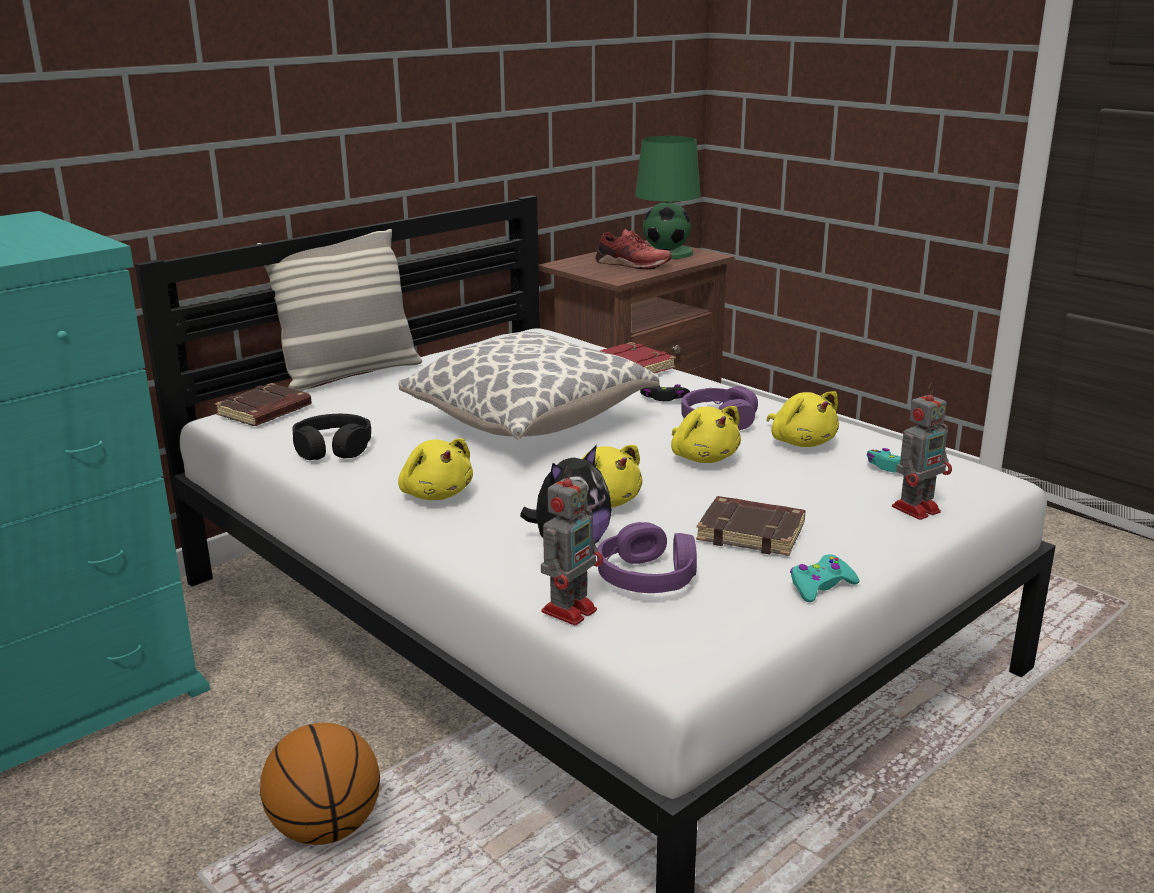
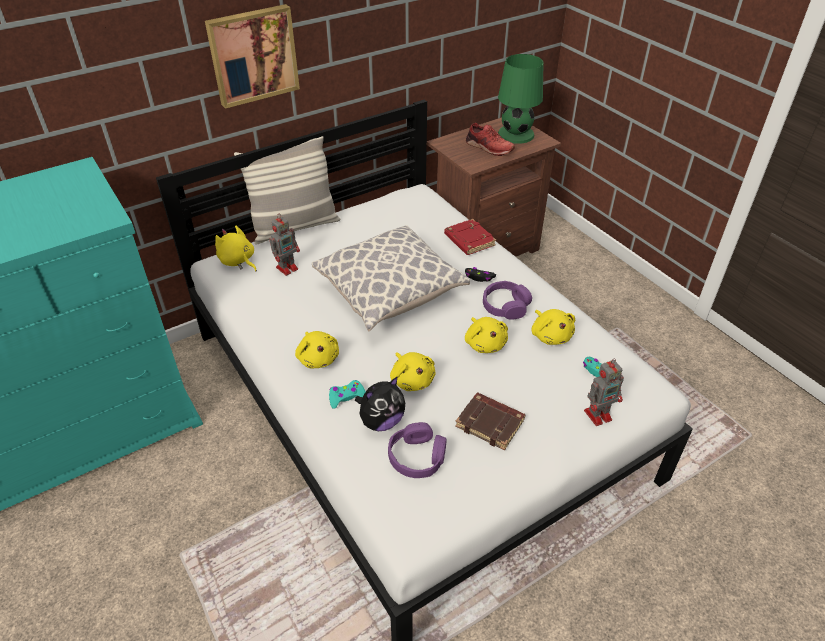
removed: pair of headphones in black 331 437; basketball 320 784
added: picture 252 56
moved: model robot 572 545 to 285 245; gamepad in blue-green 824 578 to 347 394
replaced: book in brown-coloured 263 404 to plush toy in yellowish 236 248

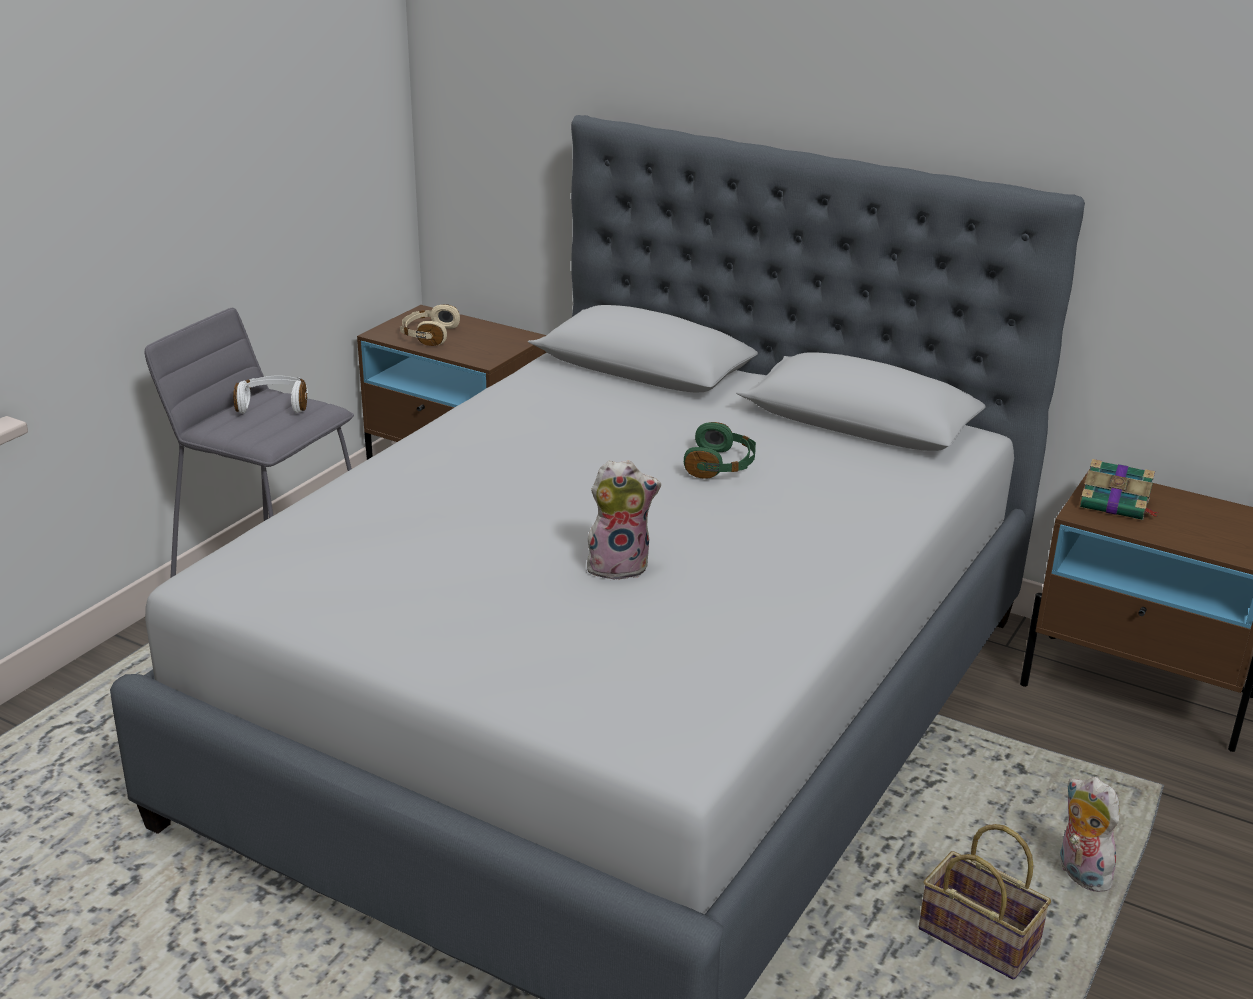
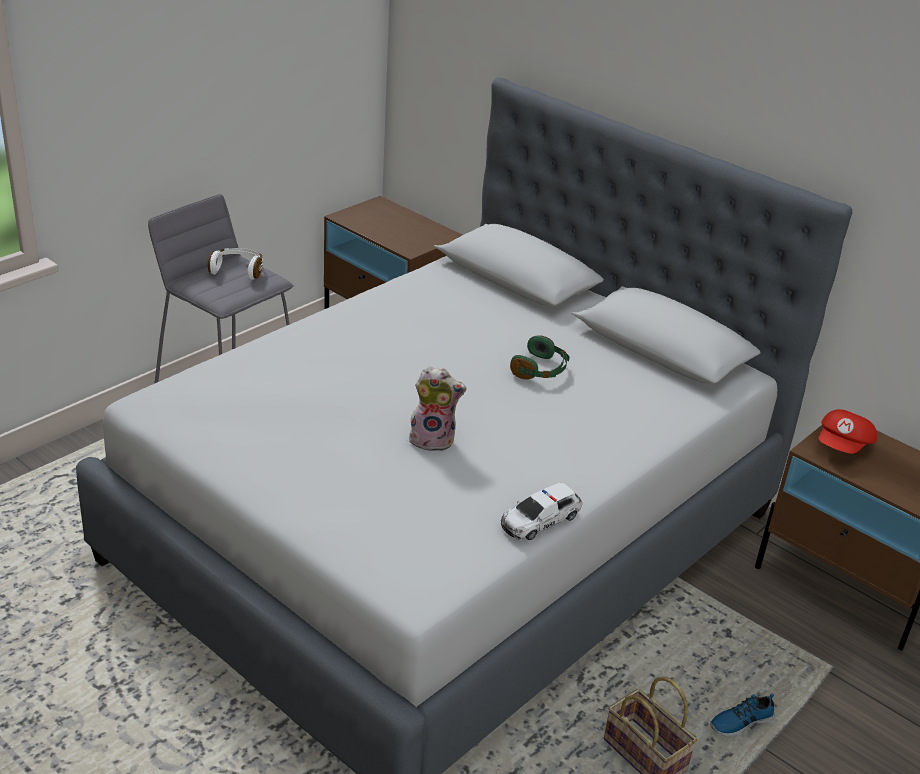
removed: pair of headphones in beige-coloured 430 325
added: miniature car 541 511
replaced: book 1119 489 to baseball cap in red-coloured 848 431; plush toy 1090 834 to item of footwear 742 714

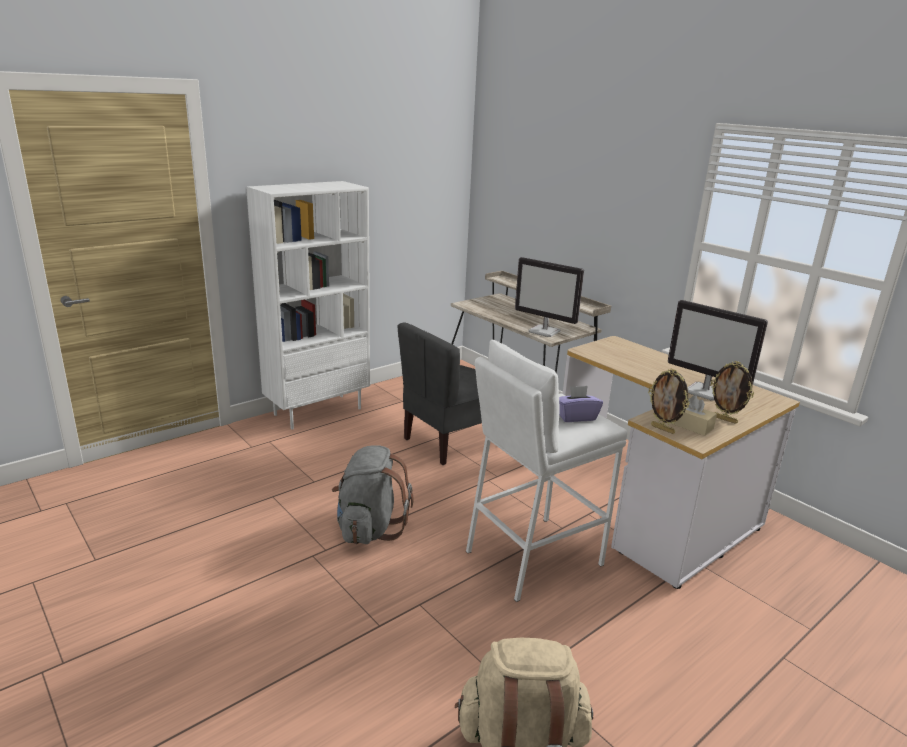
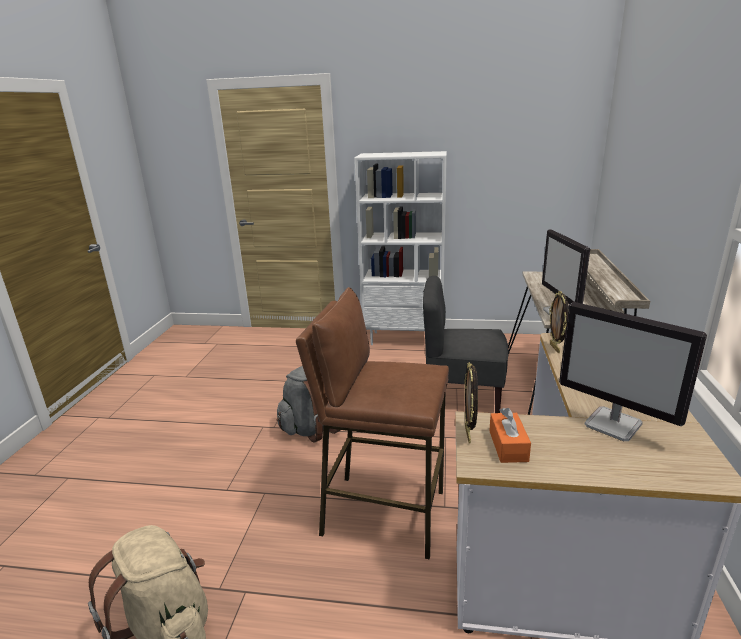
removed: box of tissues in purple-coloured 581 404
moved: picture frame 732 392 to 559 322
recoloured: stool seat in whitish 546 471 to stool seat in brown-coloured 372 423; box of tissues in beige-coloured 694 415 to box of tissues in orangey 510 435
turned: computer display 718 350 = 633 371 45 degrees counterclockwise

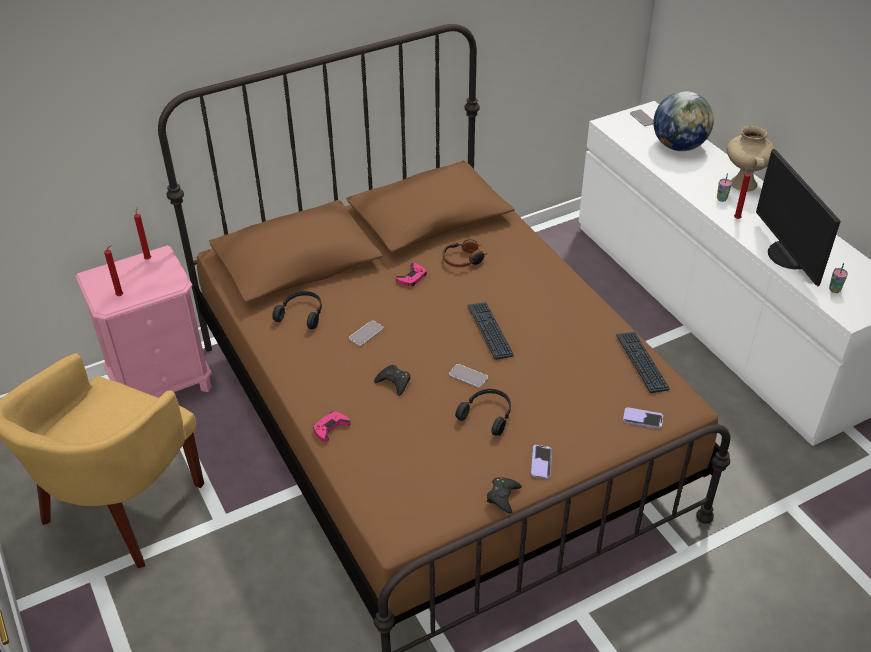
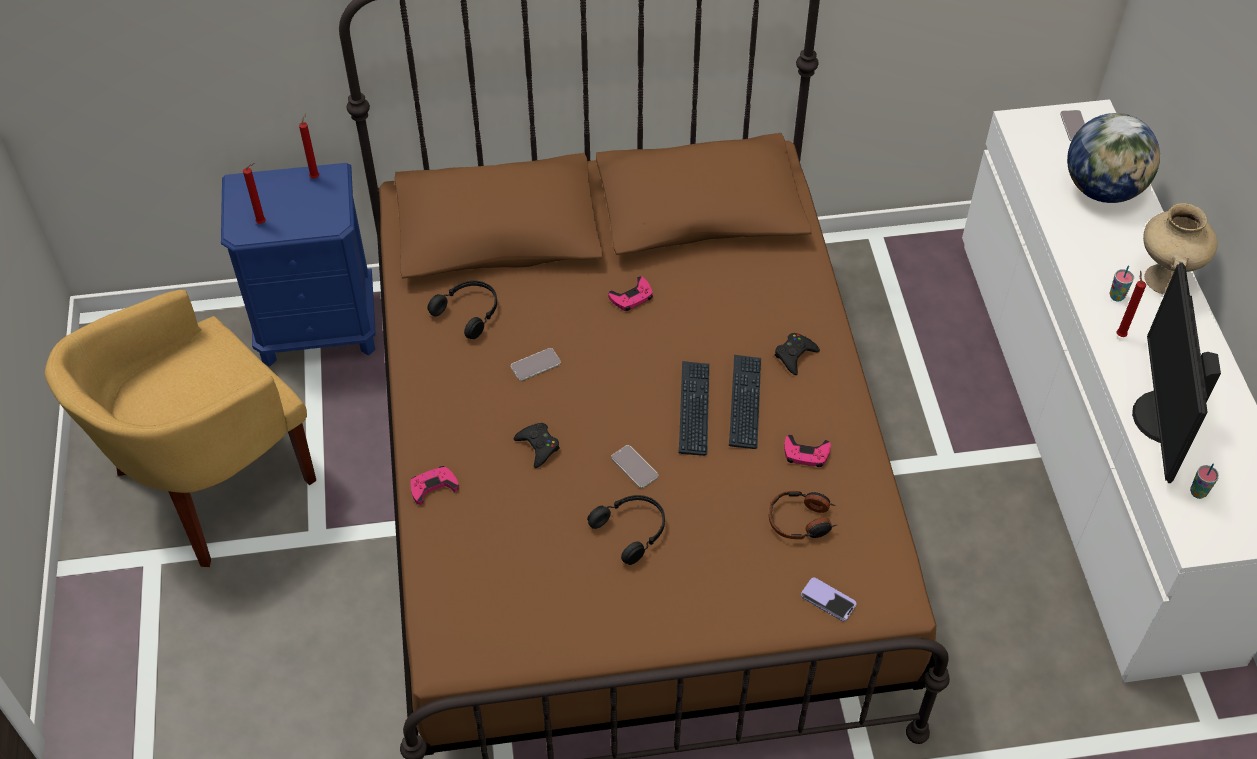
removed: telephone 541 462
added: gamepad in pinkish 807 451
moved: pair of headphones 465 253 to 802 515; keyboard 643 362 to 745 402; gamepad in black 504 495 to 797 354
recoloured: night table in pinkish 143 321 to night table in blue 298 265

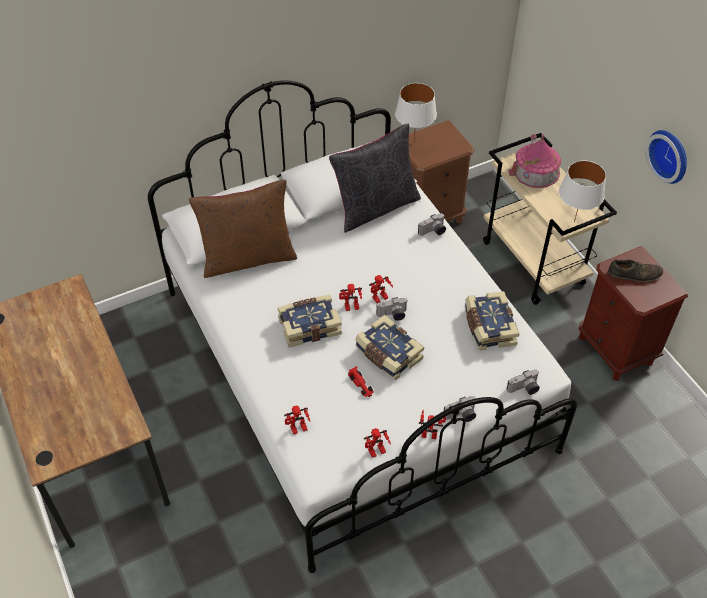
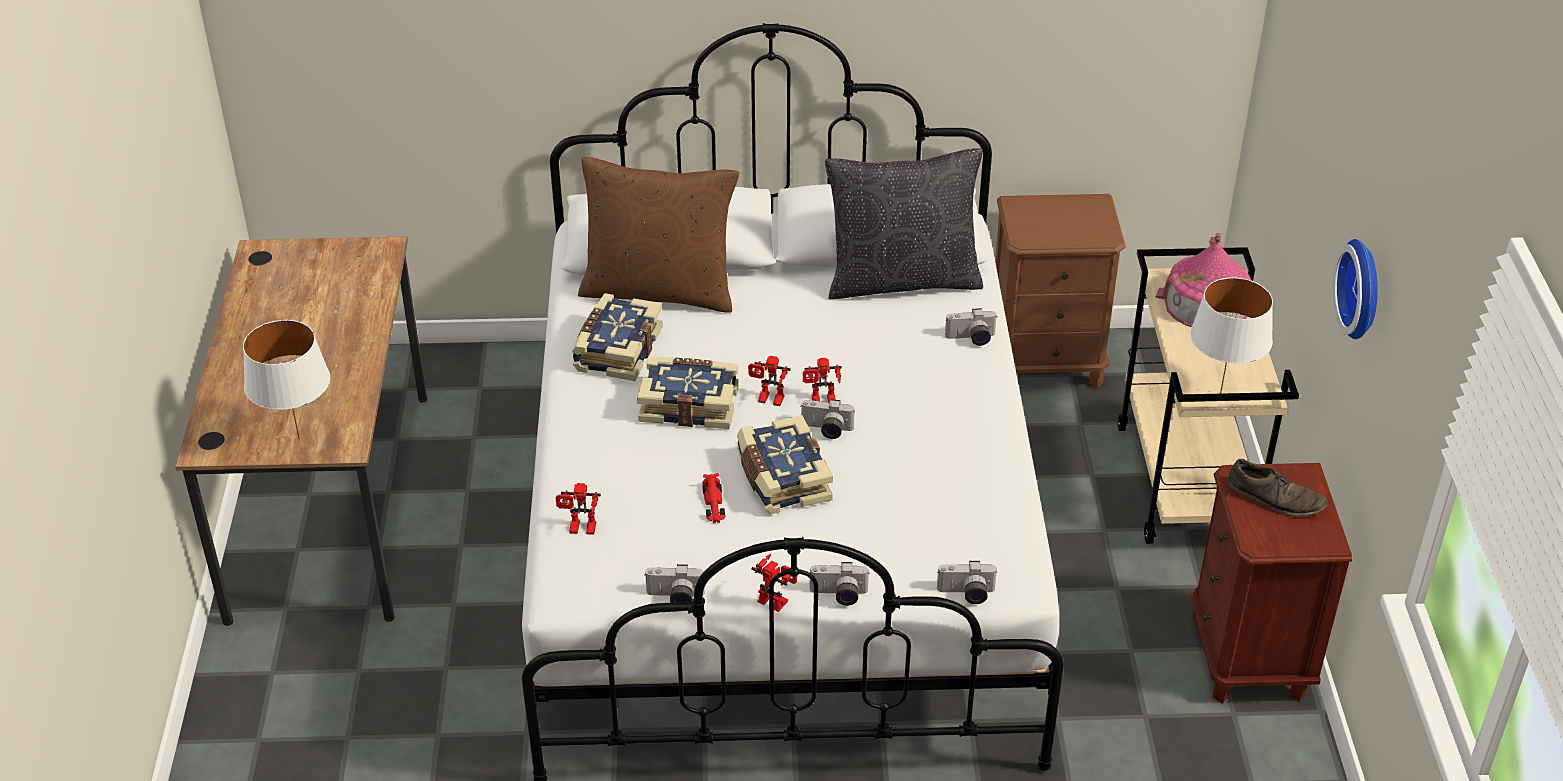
moved: tabletop lamp in whitish 416 112 to 286 379; book 492 321 to 617 337
replaced: model robot 377 443 to photo camera 674 583

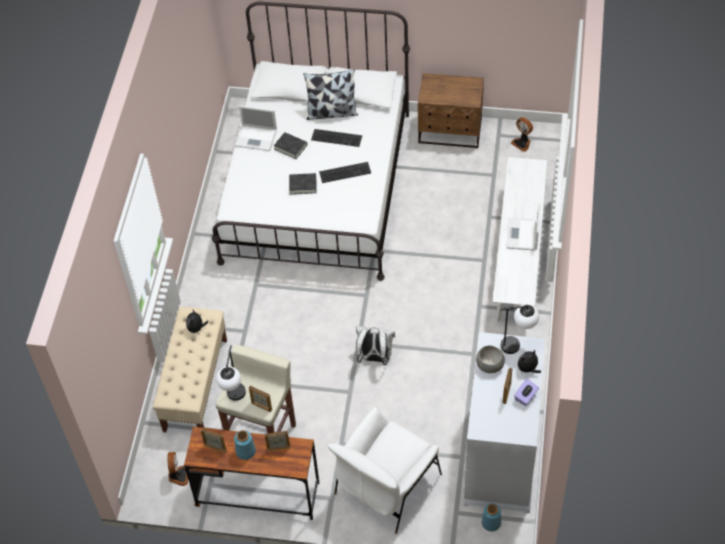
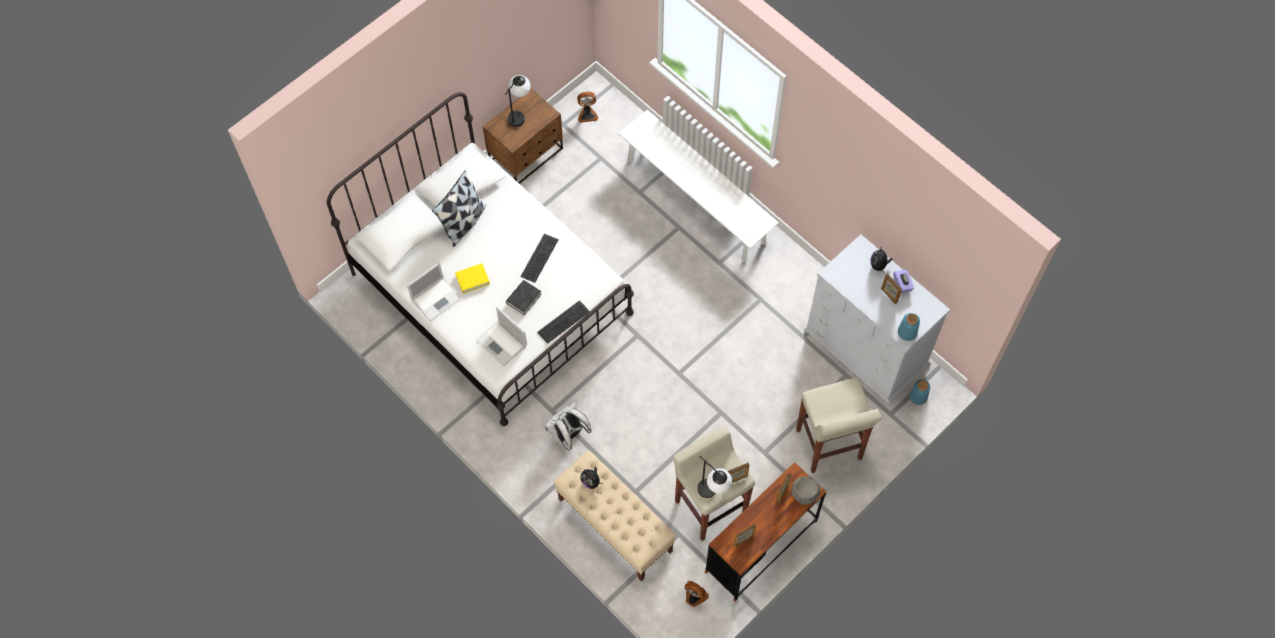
moved: keyboard 336 138 to 563 322; portable computer 523 227 to 501 336; tabletop lamp 519 329 to 518 101; backpack in whitish 375 345 to 568 425; deep dish in grey 490 359 to 806 490; decorative vase in blue 245 445 to 909 327
replaced: lounge chair in whitish 384 470 to stool seat in beige-coloured 838 425
recoloured: book in black 290 145 to book in yellowish 472 278

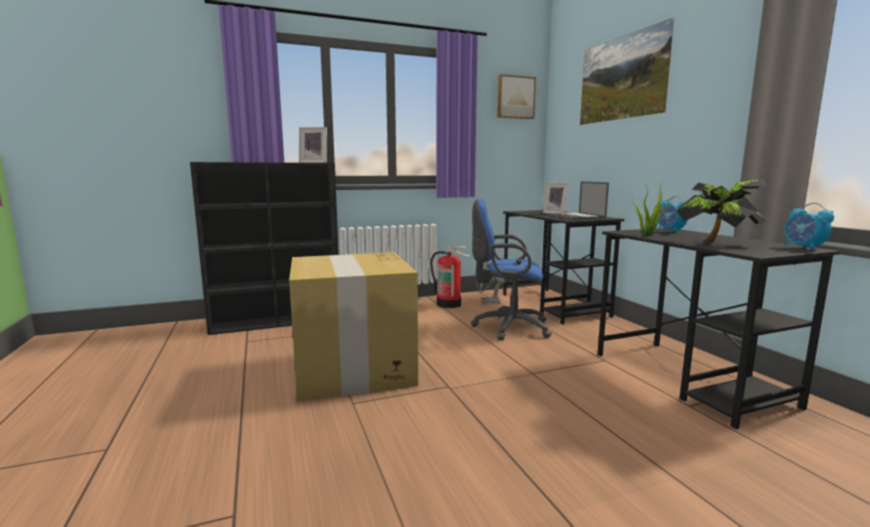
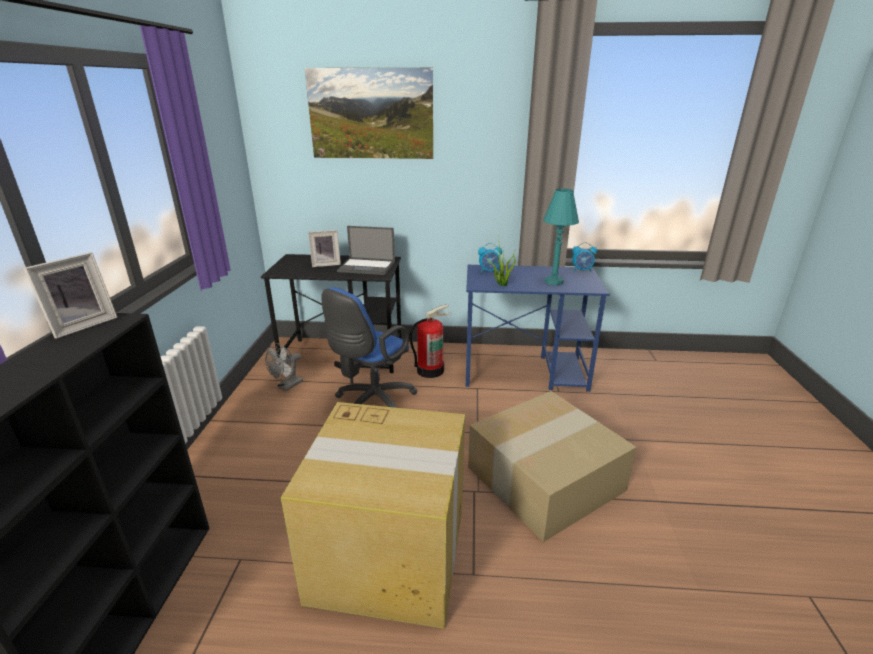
removed: picture 516 96
added: carton 552 466
moved: fire extinguisher 450 277 to 430 341
replaced: houseplant 721 211 to tabletop lamp in blue-green 561 237
recoloured: desk table in black 719 328 to desk table in blue 538 328

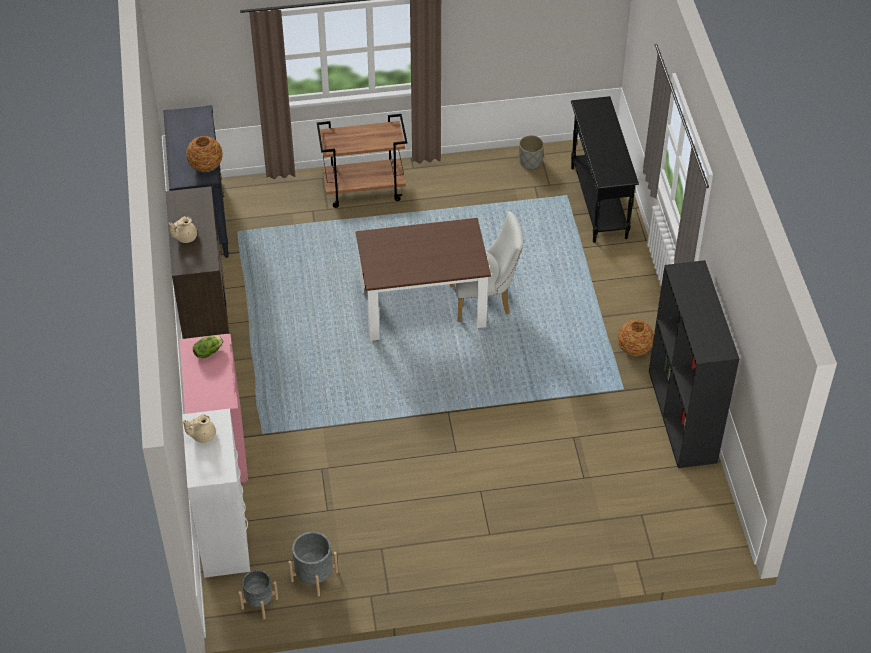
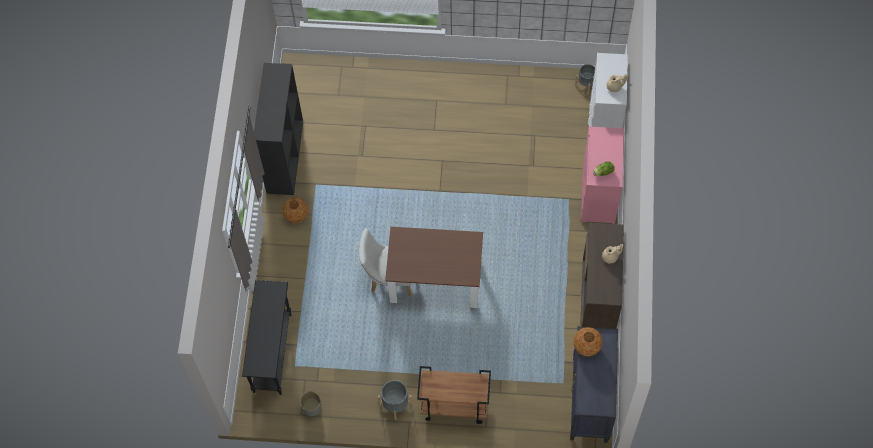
moved: flower pot in grey 313 564 to 395 400

